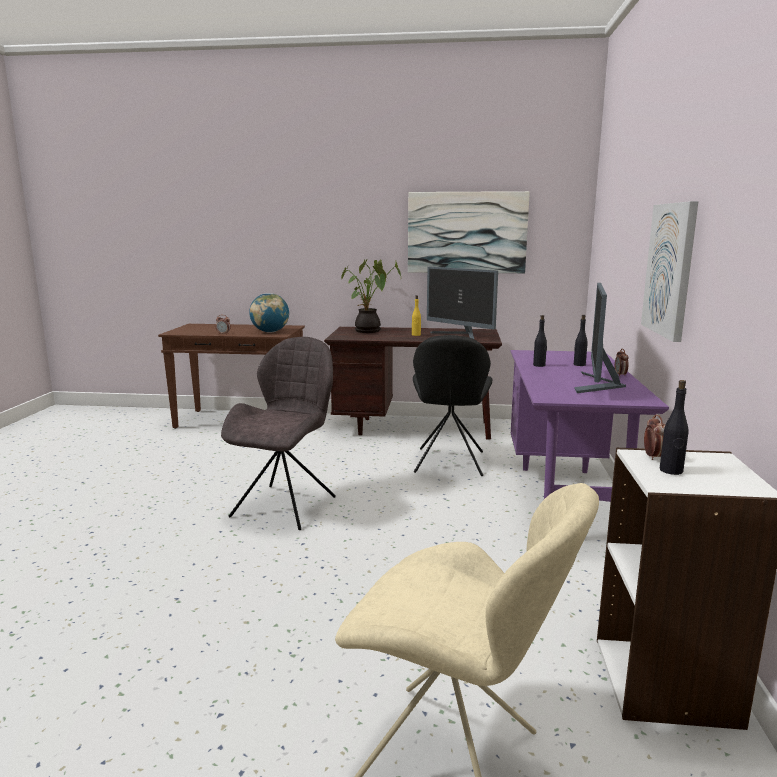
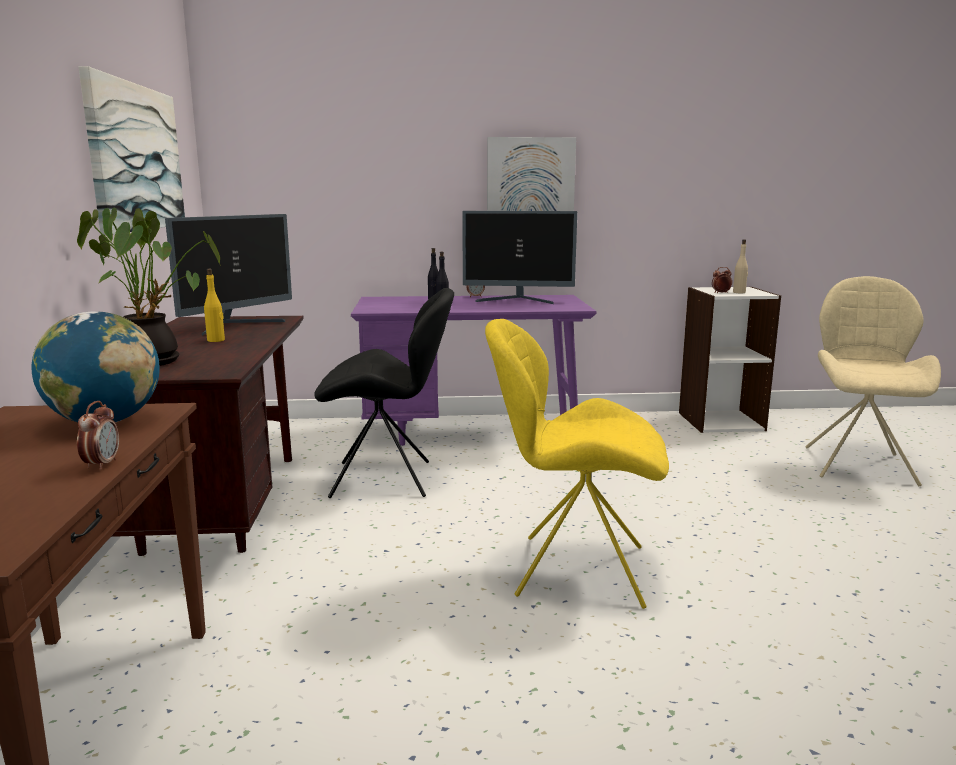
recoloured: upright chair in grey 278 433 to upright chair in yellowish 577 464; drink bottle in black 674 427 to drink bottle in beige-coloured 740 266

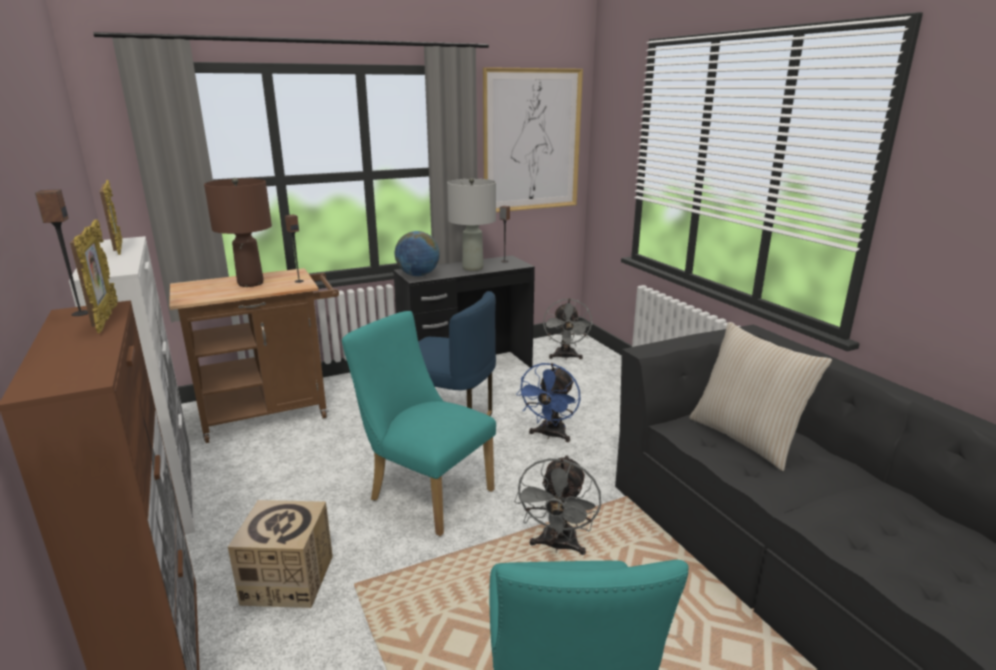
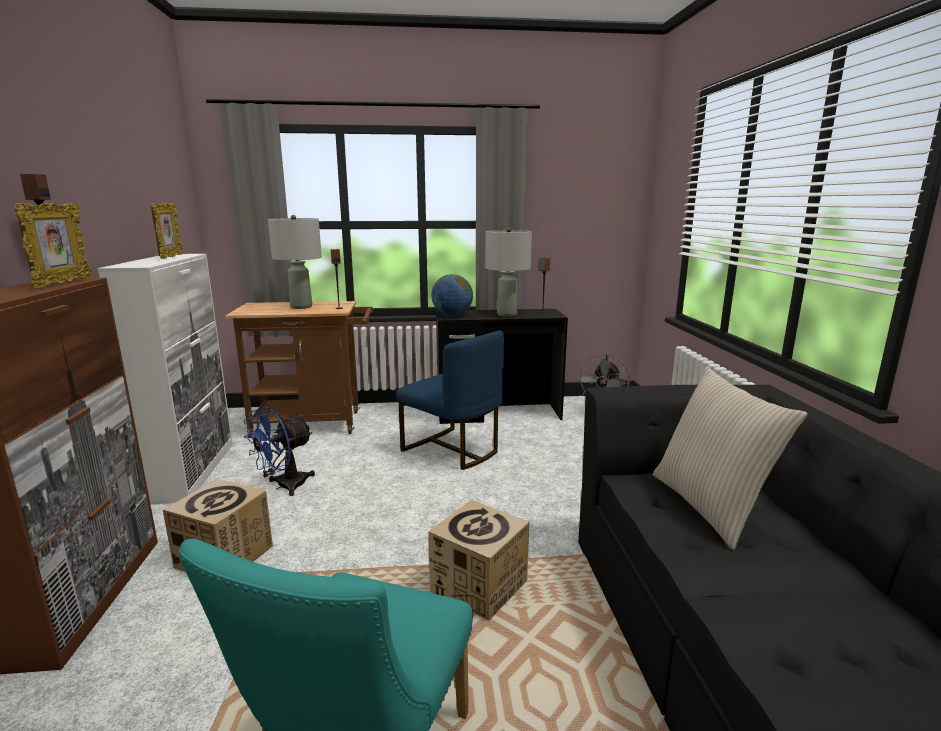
removed: picture 533 139; upright chair in blue-green 419 423
moved: fan in blue 548 402 to 279 451
replaced: fan in grey 557 505 to carton 478 560
recoloured: tabletop lamp in brown-coloured 238 232 to tabletop lamp in grey 295 262

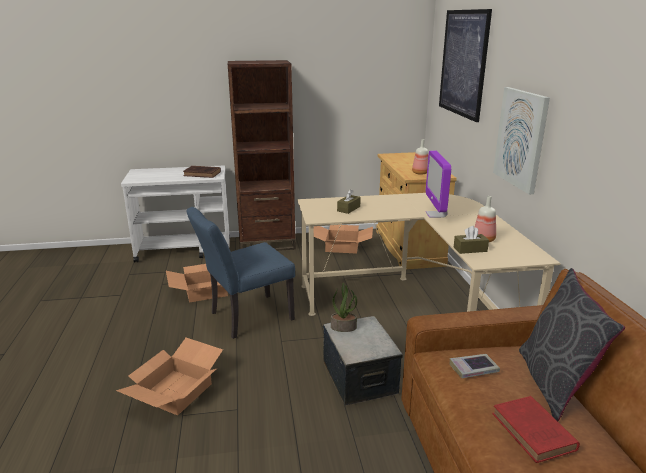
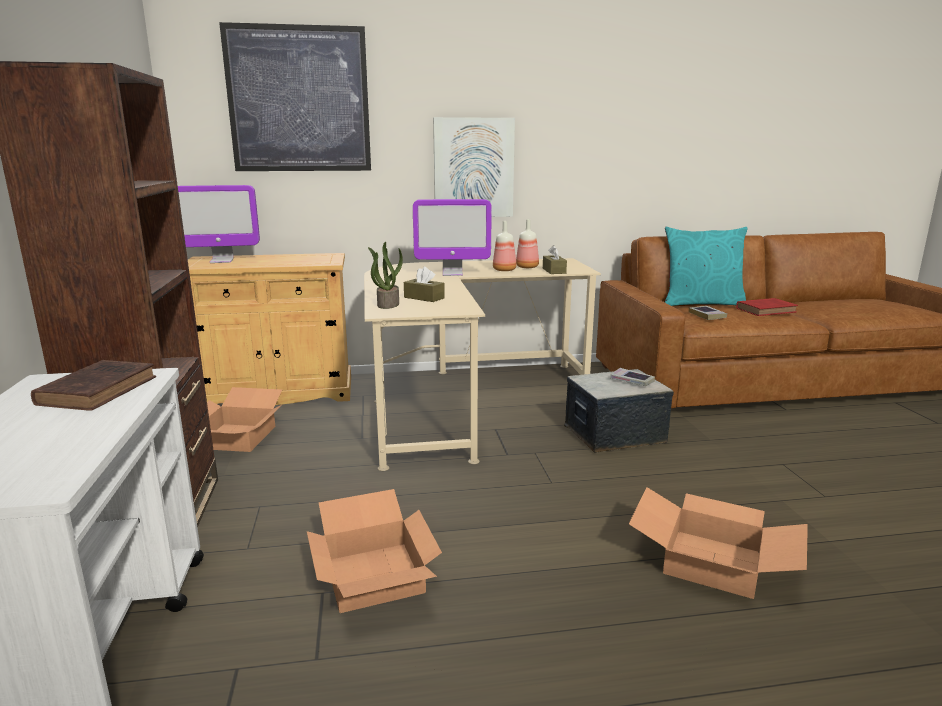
removed: upright chair in blue 240 273
added: computer display 219 224; book 632 377
moved: drink bottle 420 157 to 504 246; houseplant 344 307 to 385 275
recoloured: pillow in grey 572 344 to pillow in blue-green 706 266

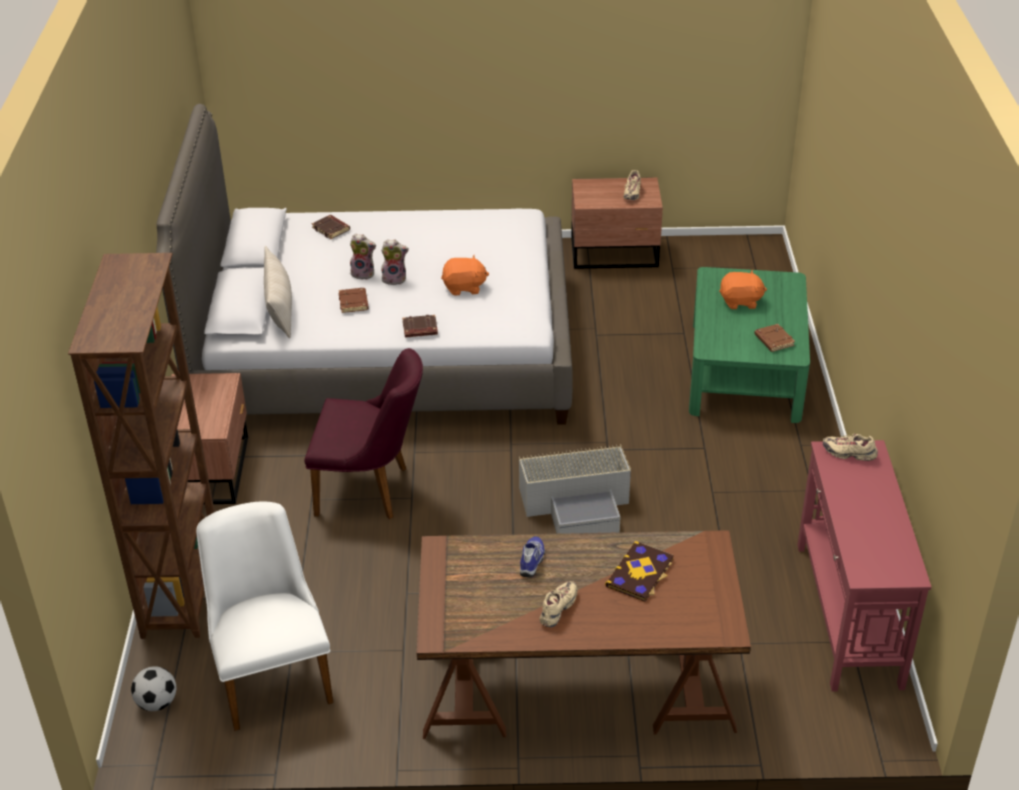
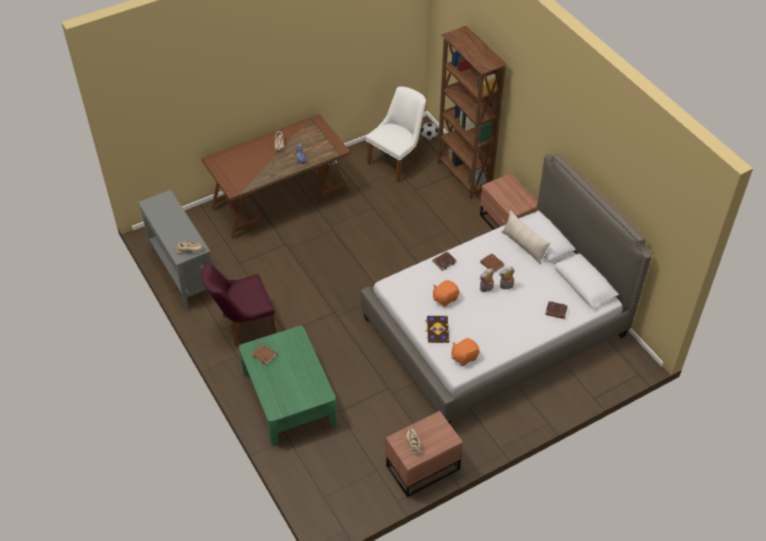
removed: storage bin in grey 575 489
moved: plush toy in orangey 743 289 to 466 352; upright chair in purple-coloured 363 433 to 238 304; book 639 571 to 437 329
recoloured: console table in red-coloured 864 565 to console table in grey 175 250
turned: upright chair in whitish 264 616 = 395 134 90 degrees counterclockwise

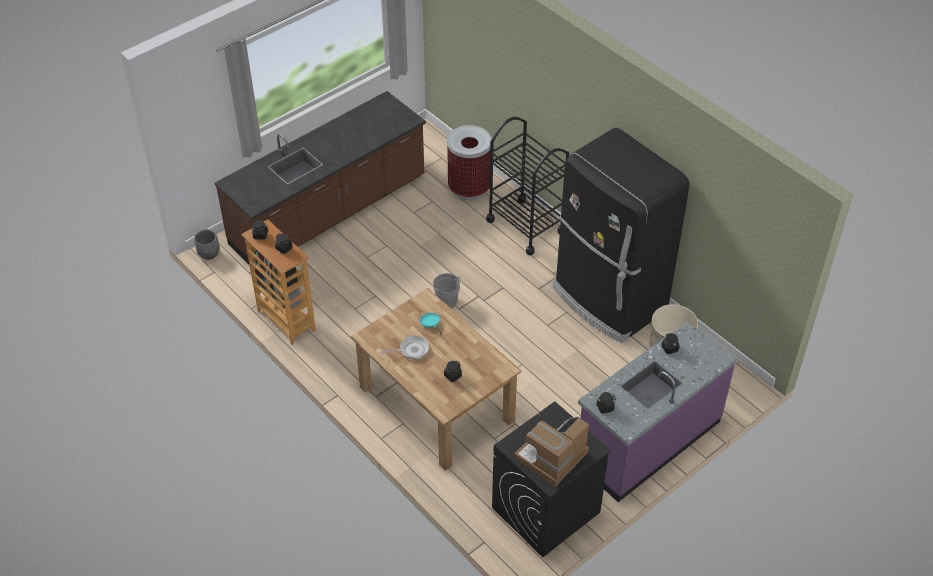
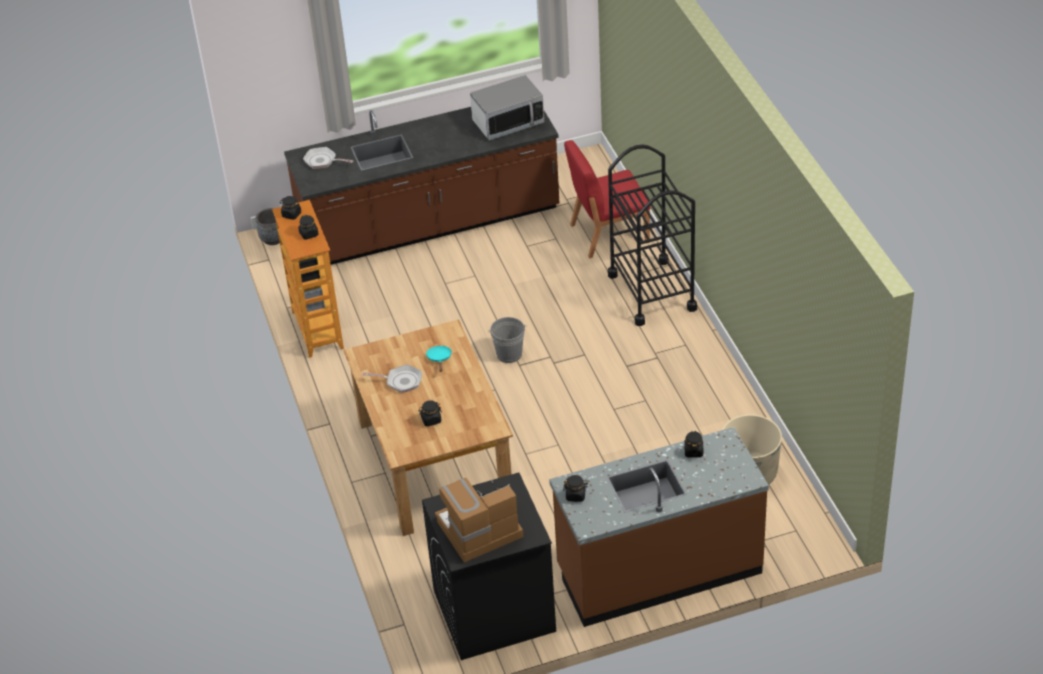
removed: fridge in black 620 235
added: microwave oven 507 108; pan 328 158
replaced: waste bin 469 162 to upright chair in red-coloured 607 199
recoloured: kitchen base unit in purple-coloured 657 411 to kitchen base unit in brown-coloured 659 527

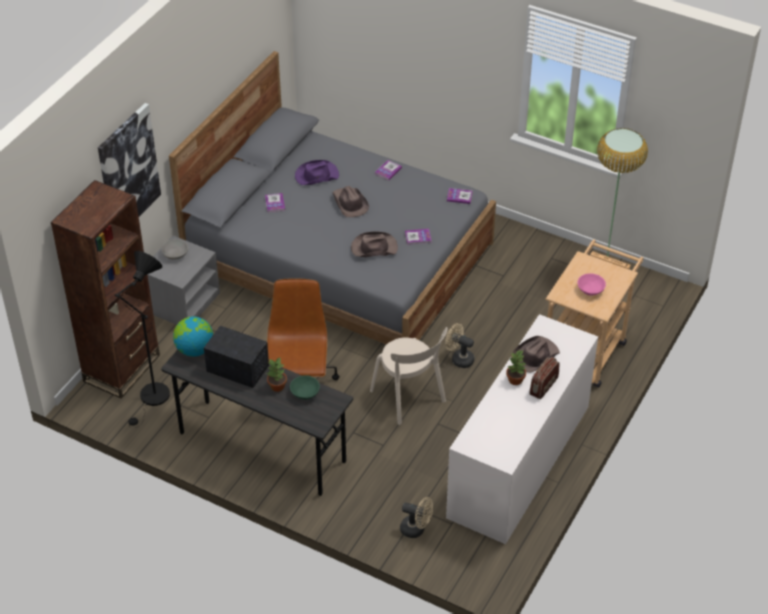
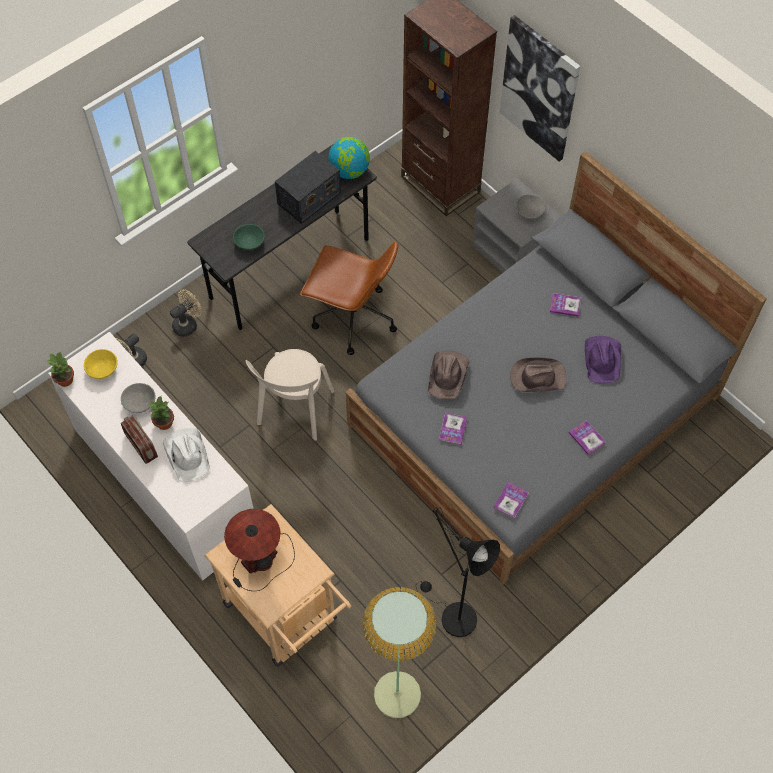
added: deep dish in yellowish 101 364; deep dish in grey 138 398
moved: standing lamp in black 142 340 to 457 572; fan in beige-coloured 459 345 to 186 313; houseplant 277 374 to 60 369
replaced: deep dish in pinkish 591 284 to tabletop lamp 259 550
recoloured: hat in brown-coloured 535 354 to hat in whitish 186 455
turned: upright chair in beige-coloured 408 376 = 290 395 60 degrees counterclockwise

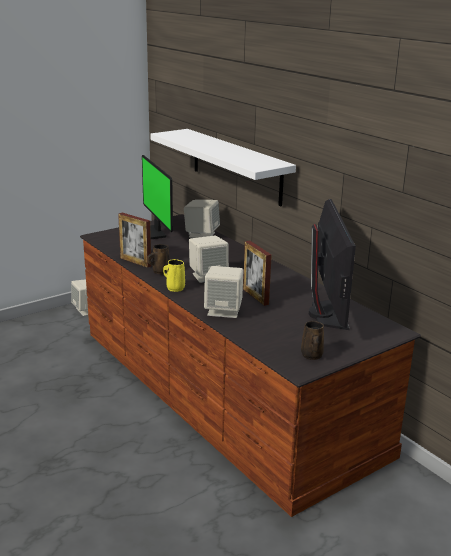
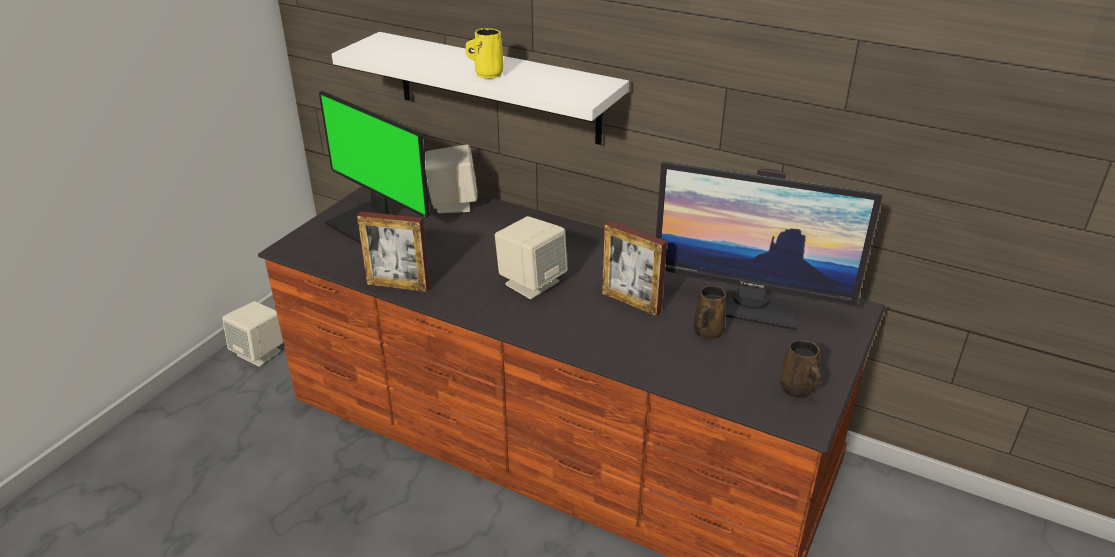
removed: speaker in beige-coloured 224 292
moved: mug in brown-coloured 159 259 to 710 312; mug in yellowish 174 275 to 485 53
turned: computer display 332 264 = 769 246 135 degrees clockwise

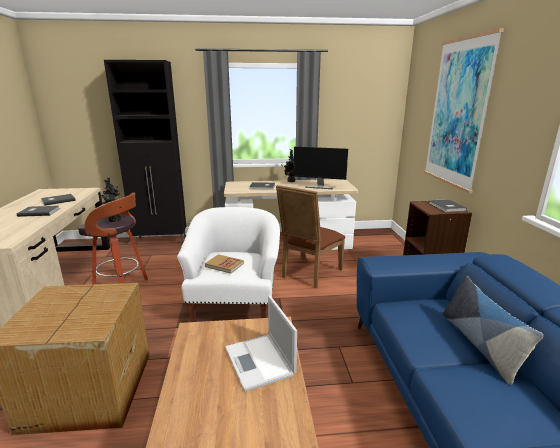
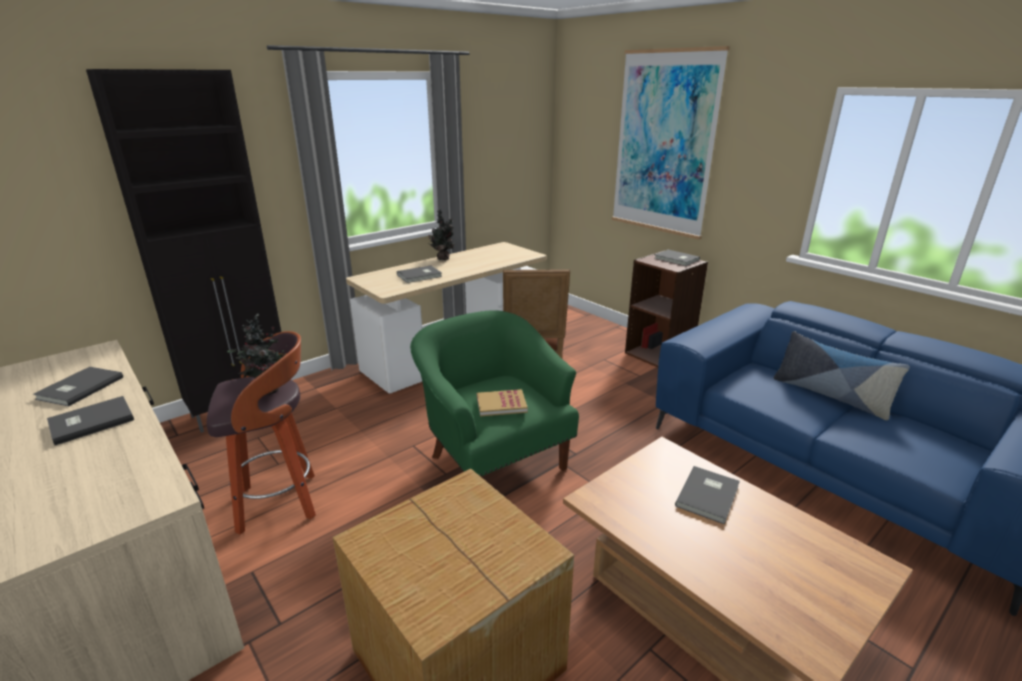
removed: computer display 321 168
replaced: portable computer 261 344 to book in grey 707 495
recoloured: lounge chair in whitish 228 264 to lounge chair in green-coloured 494 393

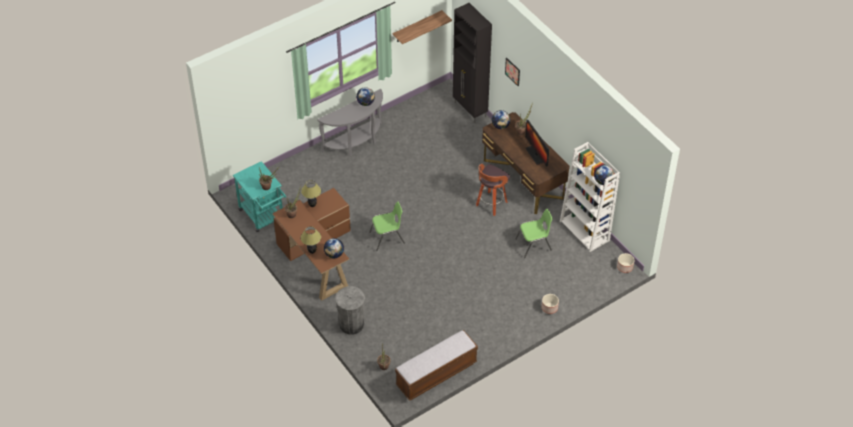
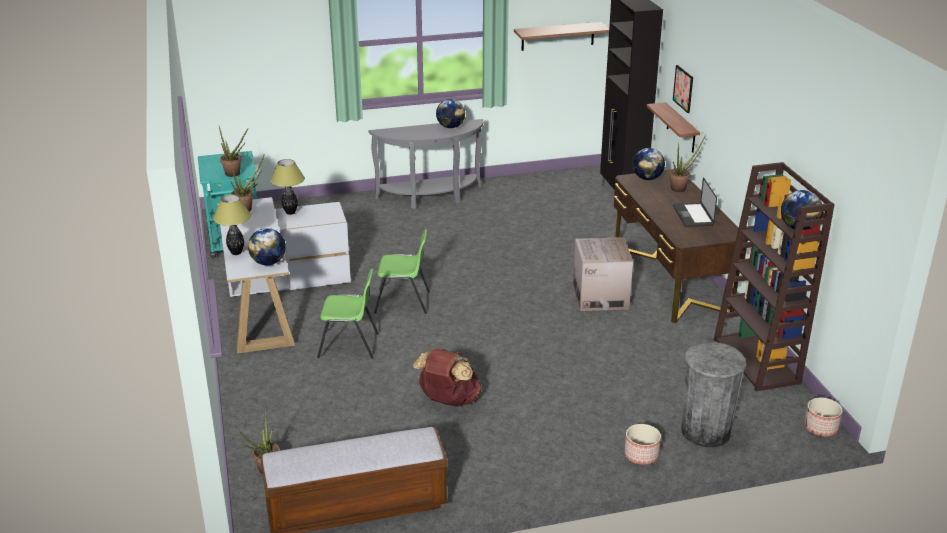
added: bracket shelf 673 127; backpack in brown-coloured 447 378
moved: upright chair in green-coloured 533 233 to 348 314; waste bin in grey 350 310 to 713 394
replaced: computer display 537 143 to portable computer 695 202; stool seat 493 190 to carton 603 274
recoloured: shelving unit in whitish 590 197 to shelving unit in brown-coloured 774 276; desk table in brown-coloured 311 244 to desk table in whitish 284 275

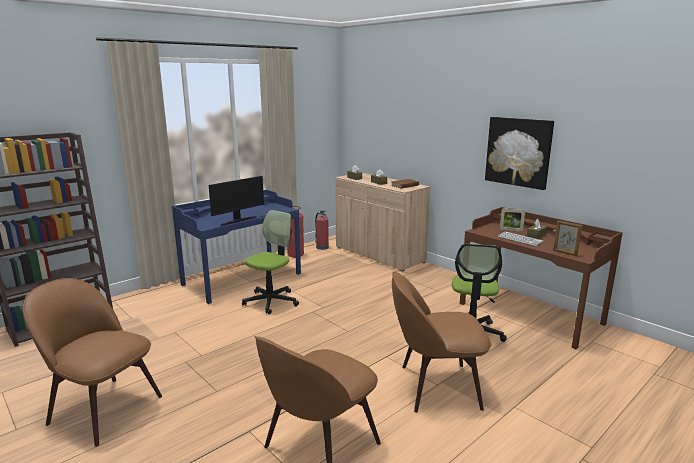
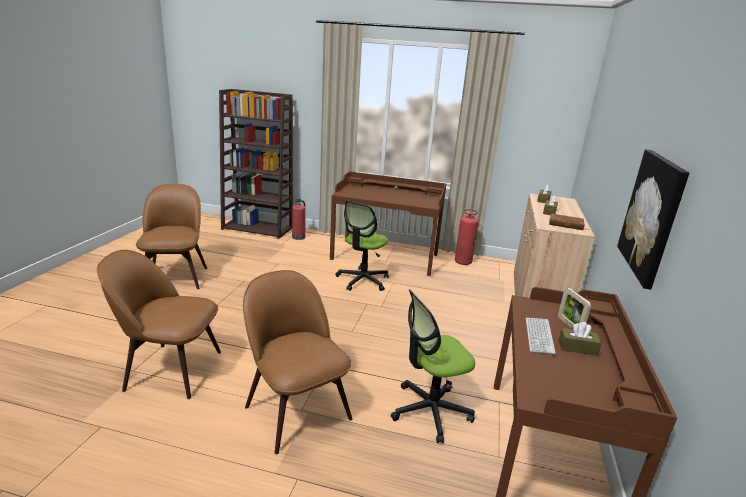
removed: computer display 236 201; picture frame 567 238
moved: fire extinguisher 322 230 to 299 219
recoloured: desk table in blue 236 247 to desk table in brown-coloured 388 223
turned: desk chair 270 262 = 362 246 120 degrees clockwise

